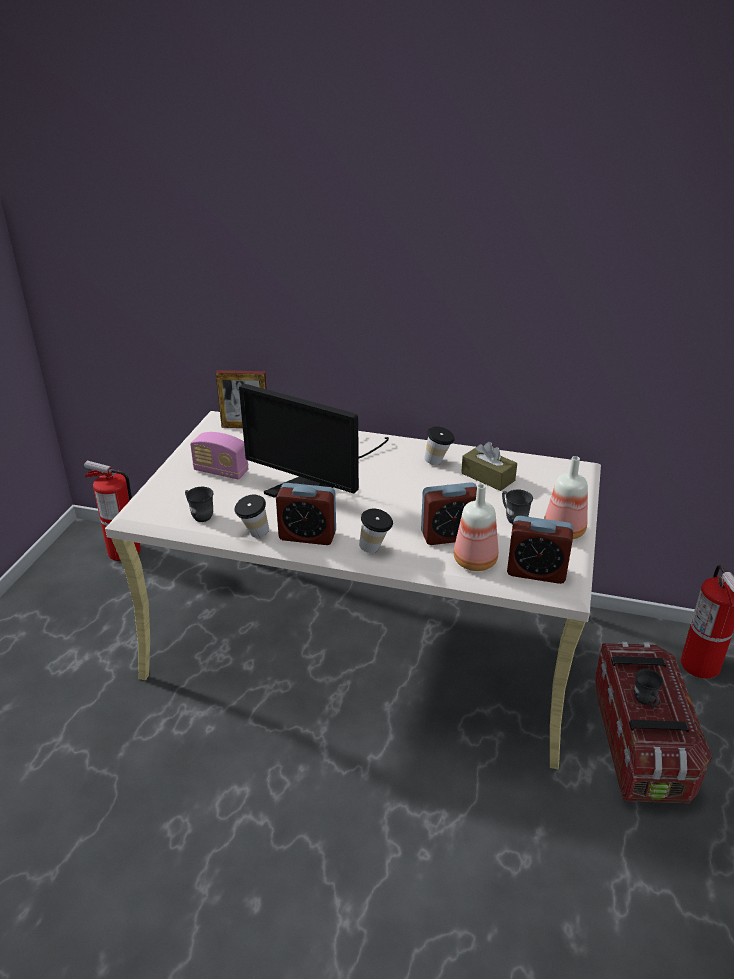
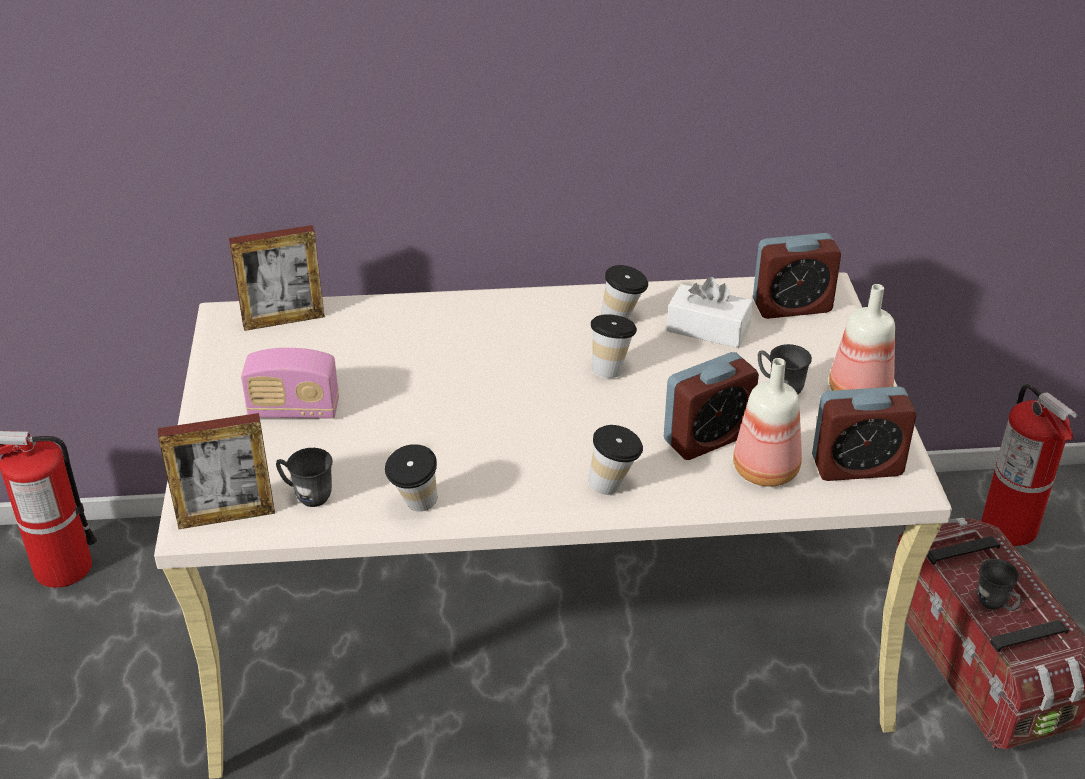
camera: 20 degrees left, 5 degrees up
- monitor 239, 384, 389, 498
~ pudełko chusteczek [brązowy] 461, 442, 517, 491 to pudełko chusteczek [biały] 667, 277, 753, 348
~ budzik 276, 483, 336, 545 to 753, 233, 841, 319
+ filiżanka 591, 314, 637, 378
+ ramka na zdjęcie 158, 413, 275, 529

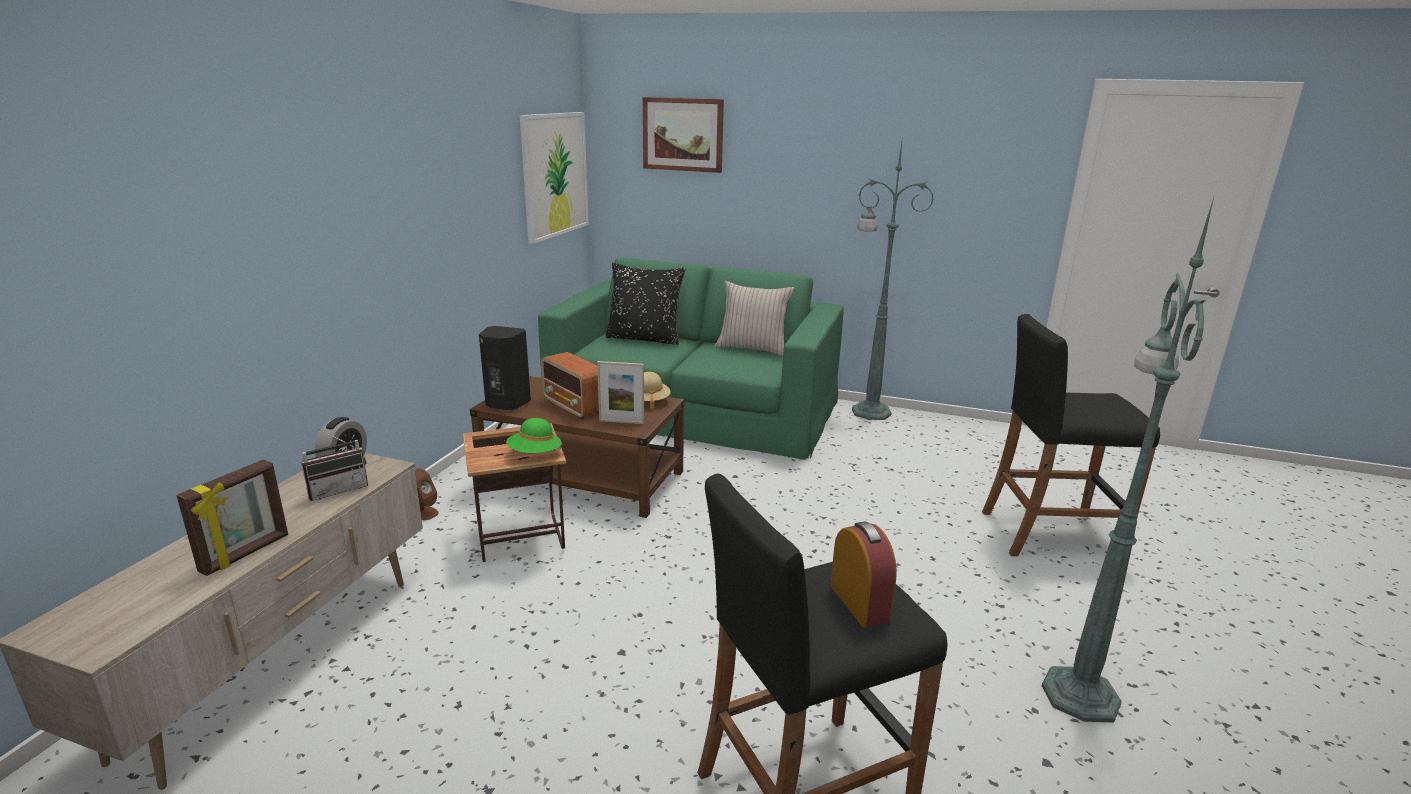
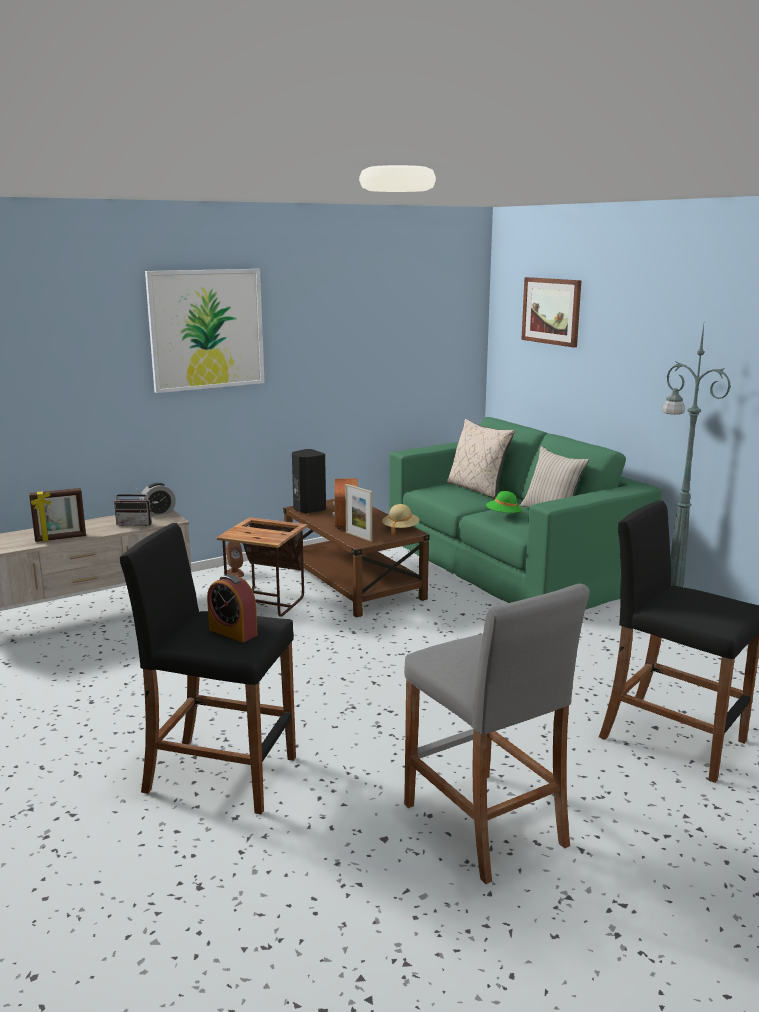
camera: 40 degrees right, 5 degrees down
~ obraz 520, 112, 589, 244 to 145, 269, 265, 393
~ lampa stojąca [zielony] 1042, 197, 1214, 723 to stołek [szary] 404, 584, 590, 884
~ poduszka [czarny] 606, 263, 686, 345 to poduszka [beżowy] 447, 419, 514, 498
~ kapelusz [zielony] 506, 418, 562, 453 to 486, 491, 522, 513
~ budzik 830, 521, 897, 628 = 207, 574, 257, 642 105 degrees clockwise

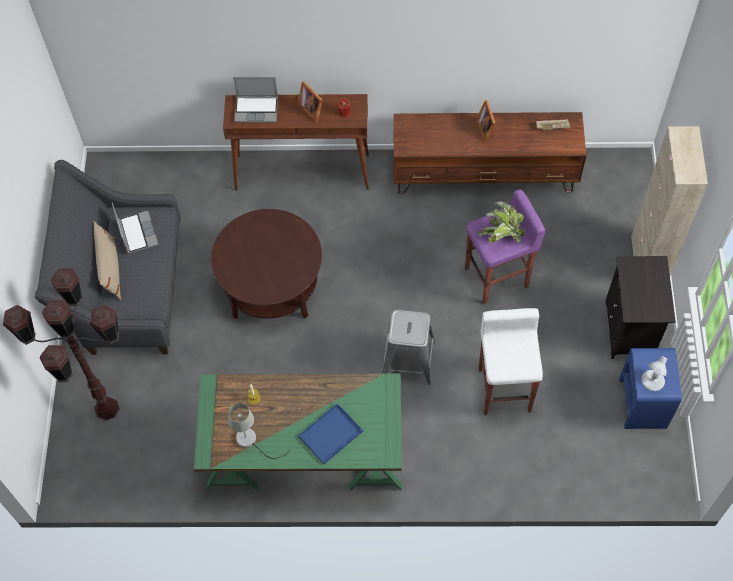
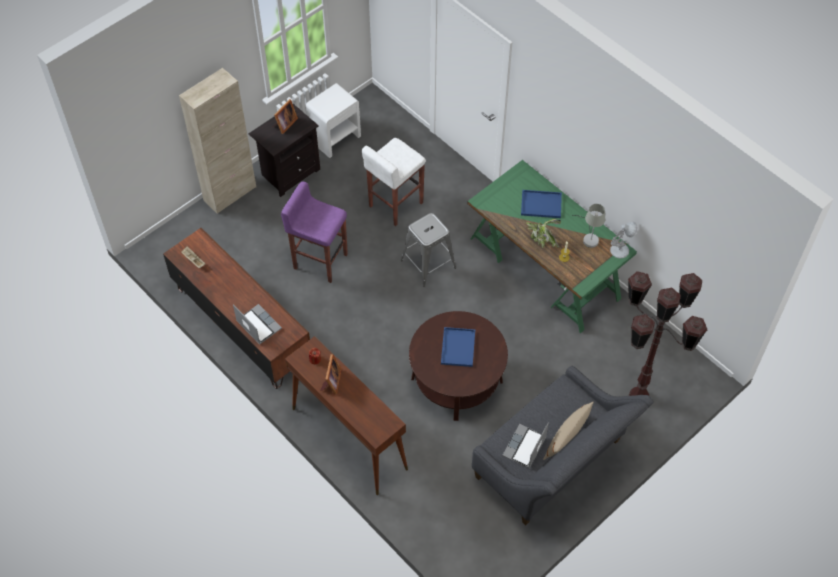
camera: 135 degrees left, 5 degrees down
~ laptop 233, 77, 278, 122 to 233, 304, 282, 345
~ ramka na zdjęcie 476, 100, 496, 142 to 273, 99, 298, 134
~ roślina doniczkowa 477, 202, 525, 243 to 526, 219, 561, 248
~ szafka nocna [niebieski] 619, 348, 682, 429 to szafka nocna [biały] 305, 83, 361, 158
~ lampa stołowa [biały] 641, 356, 667, 391 to 610, 222, 638, 258
+ taca [niebieski] 441, 327, 475, 367

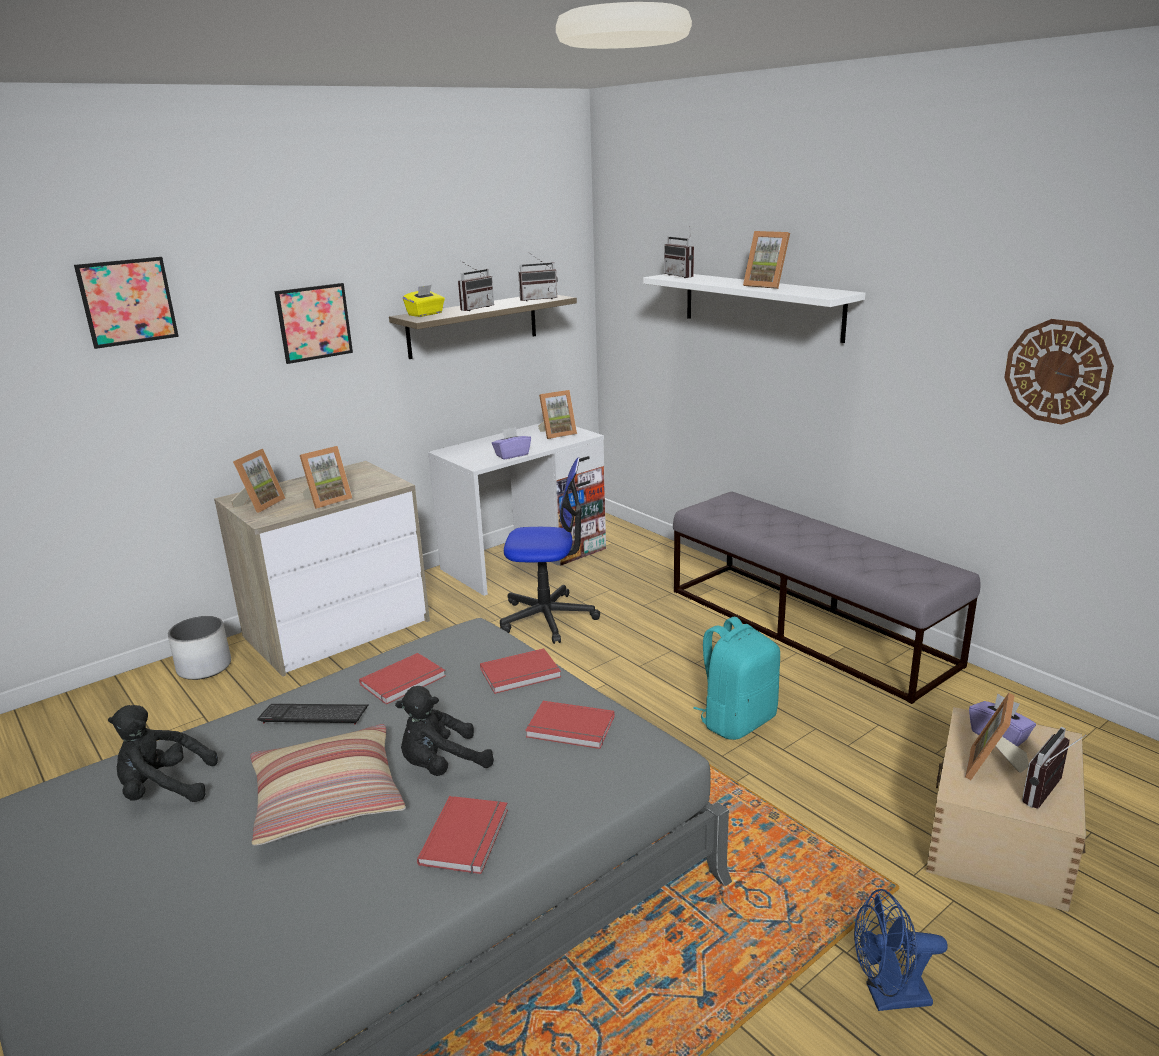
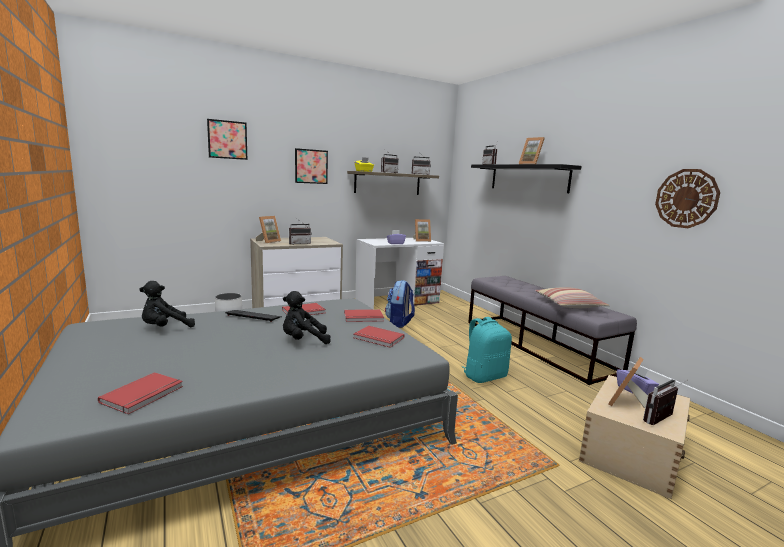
camera: 10 degrees right, 10 degrees down
~ półka [biały] 643, 274, 866, 343 to półka [czarny] 471, 164, 582, 193
~ ramka na zdjęcie 300, 446, 353, 509 to radio 289, 218, 312, 245
~ krzesło biurowe 500, 457, 600, 644 to plecak 385, 280, 415, 328
~ pluszak [czarny] 108, 705, 218, 802 = 139, 281, 195, 327 45 degrees counterclockwise
~ poduszka 250, 724, 406, 846 to 535, 287, 610, 308
~ książka [czerwony] 417, 796, 508, 874 to 98, 372, 183, 414
- wentylator [niebieski] 854, 889, 948, 1011

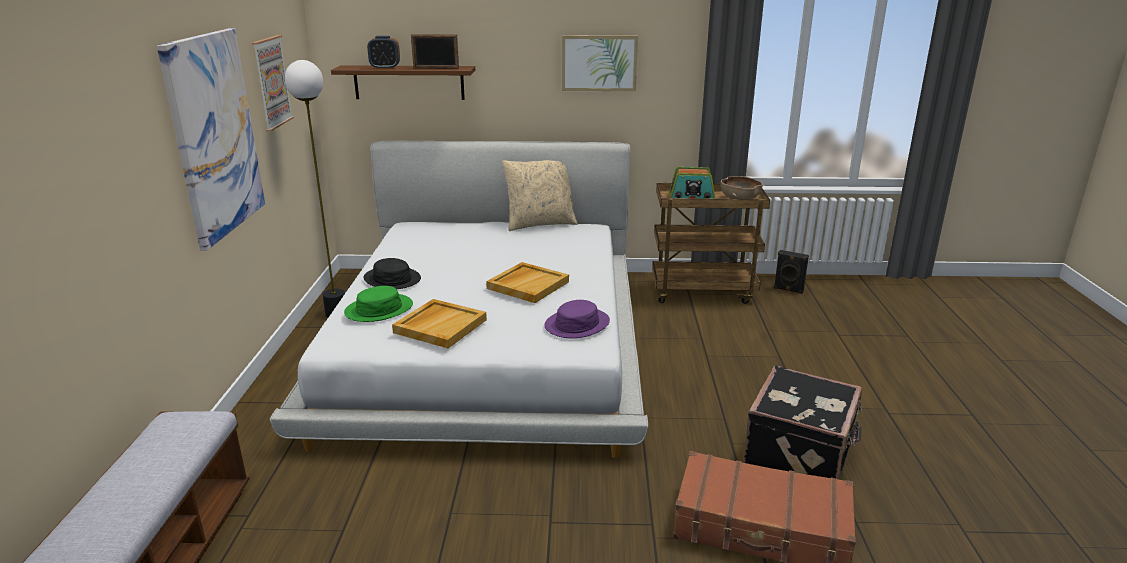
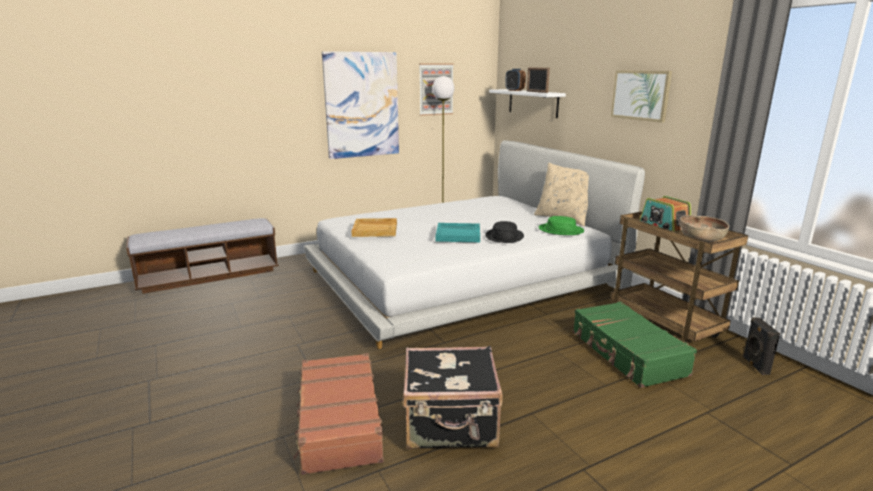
camera: 60 degrees right, 5 degrees down
~ półka [brązowy] 331, 65, 475, 100 to półka [biały] 489, 89, 566, 118
~ kapelusz [czarny] 363, 258, 421, 289 to 485, 221, 524, 243
~ taca [beżowy] 486, 262, 569, 303 to taca [turkusowy] 435, 223, 480, 242
~ kapelusz [zielony] 344, 286, 413, 322 to 539, 216, 584, 235
- kapelusz [fioletowy] 544, 300, 610, 338
+ walizka [zielony] 573, 302, 697, 388

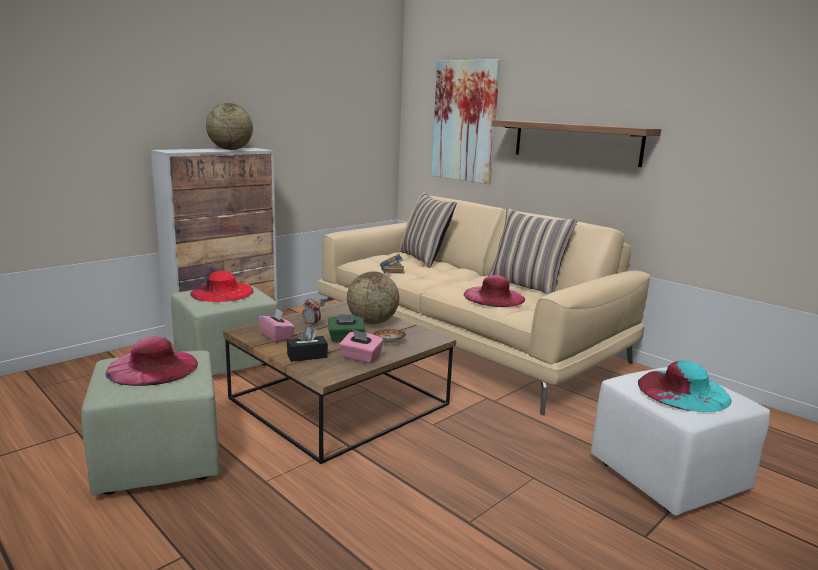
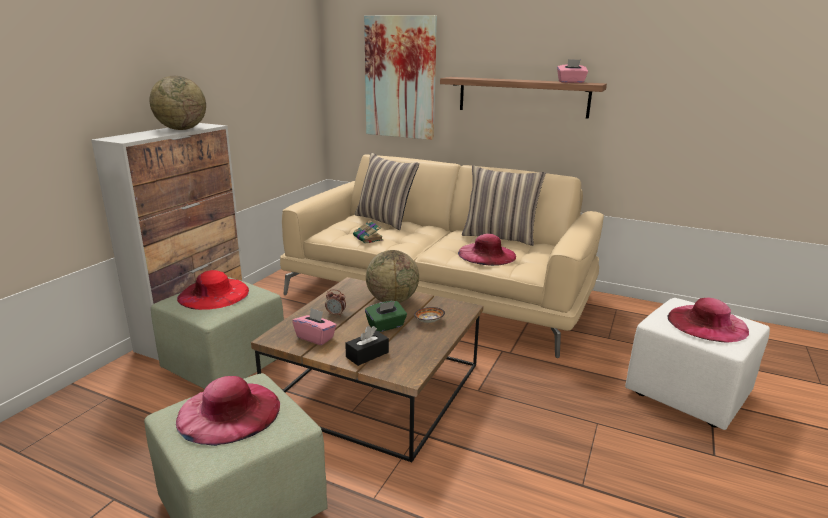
camera: 20 degrees left, 5 degrees up
~ pudełko chusteczek [różowy] 339, 329, 383, 363 to 557, 59, 588, 83
~ kapelusz [turkusowy] 638, 361, 731, 412 to kapelusz [różowy] 667, 298, 749, 342

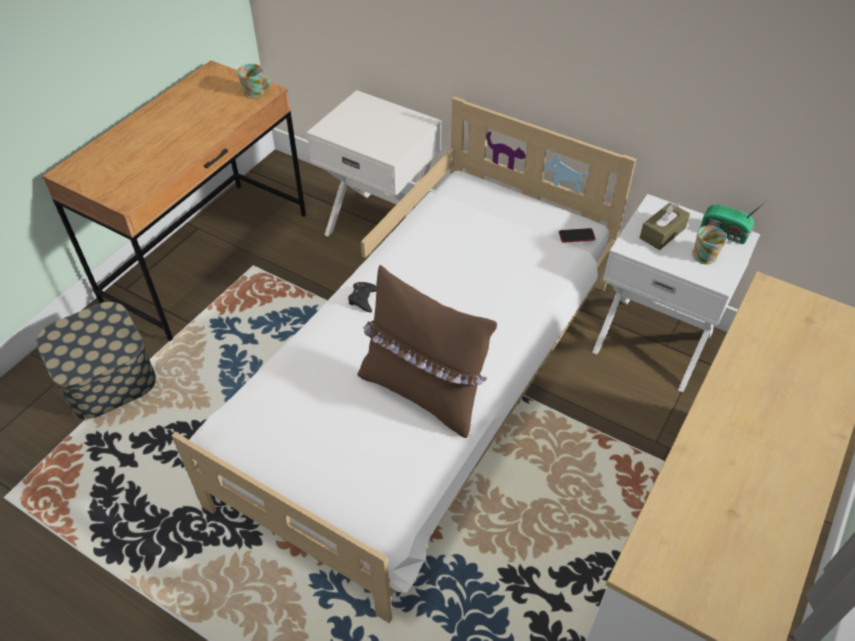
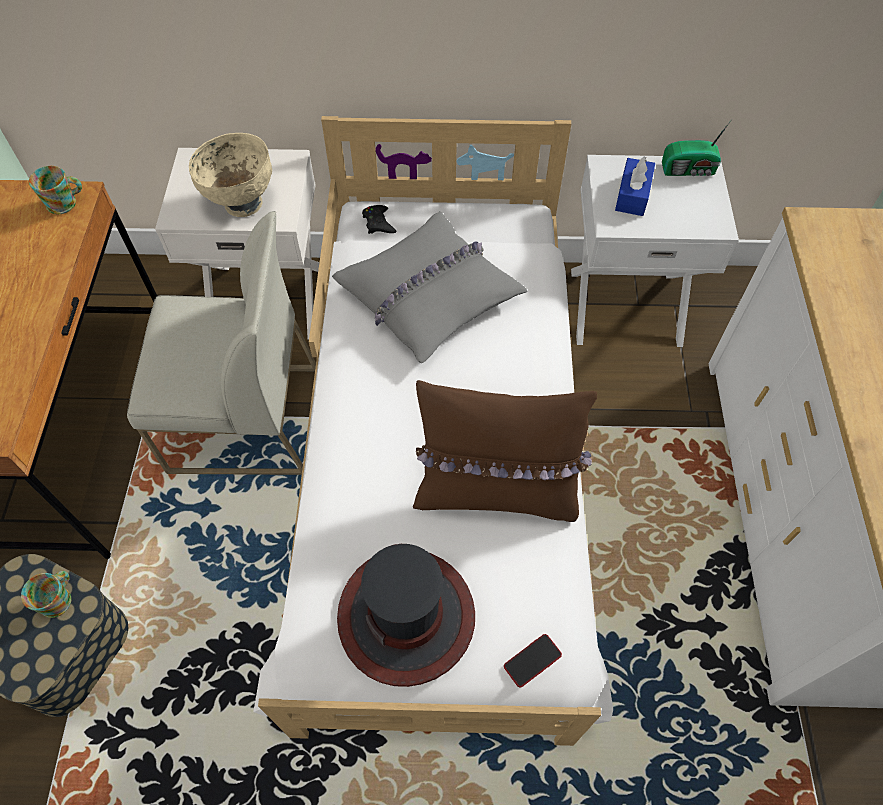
camera: 30 degrees left, 10 degrees up
~ pudełko chusteczek [brązowy] 640, 202, 690, 250 to pudełko chusteczek [niebieski] 615, 157, 655, 216
~ kubek 692, 226, 727, 264 to 21, 571, 71, 618
~ telefon 559, 228, 596, 243 to 504, 634, 562, 687
~ pad do gier [czarny] 348, 282, 376, 312 to 362, 205, 396, 234
+ miska [beżowy] 189, 133, 272, 217
+ krzesło [biały] 127, 211, 316, 475
+ poduszka [szary] 332, 211, 528, 363
+ kapelusz 337, 544, 475, 687

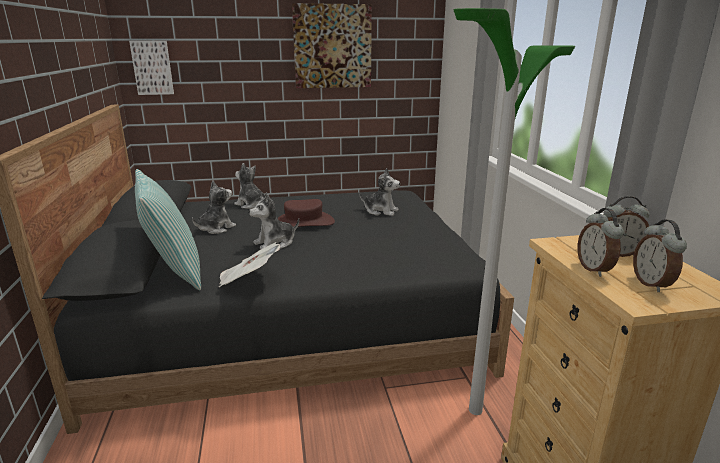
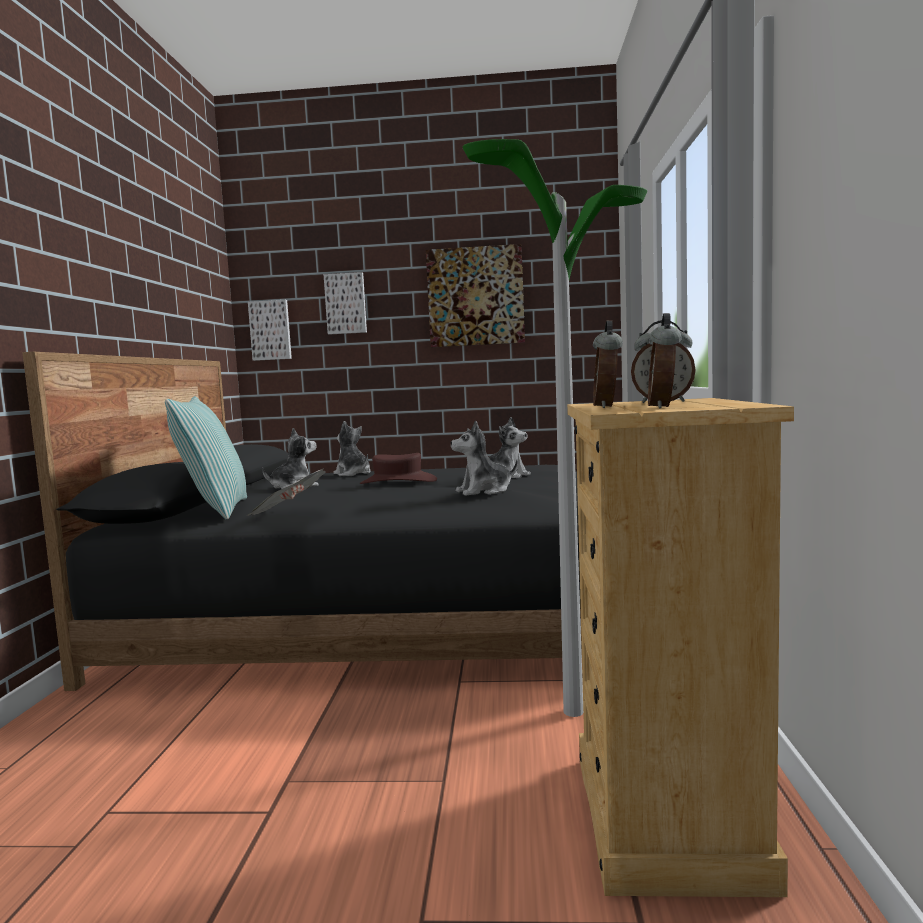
camera: 15 degrees right, 15 degrees down
~ pluszak 249, 194, 299, 249 to 451, 420, 518, 496
+ obraz 323, 272, 367, 335

